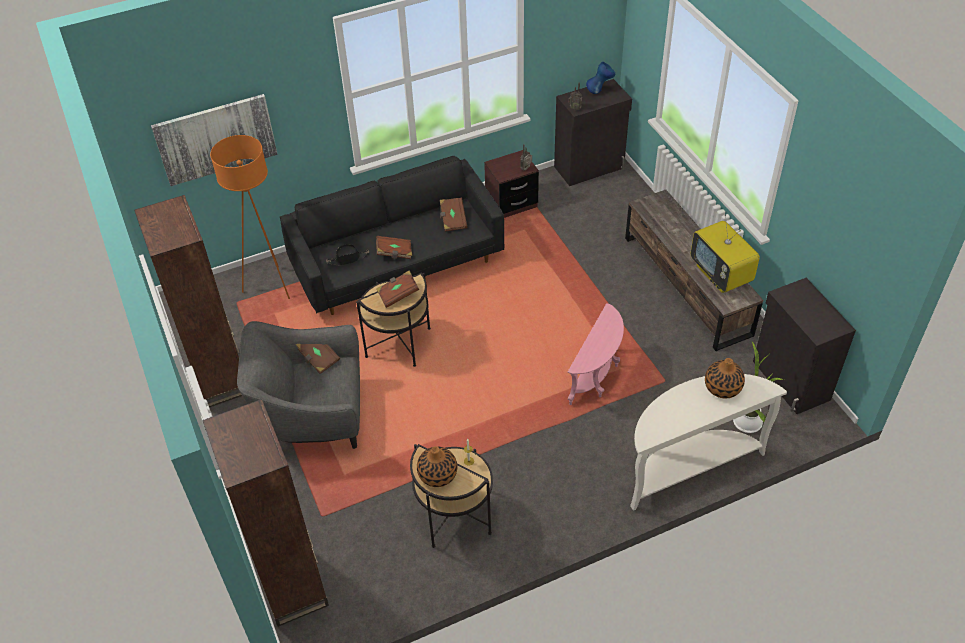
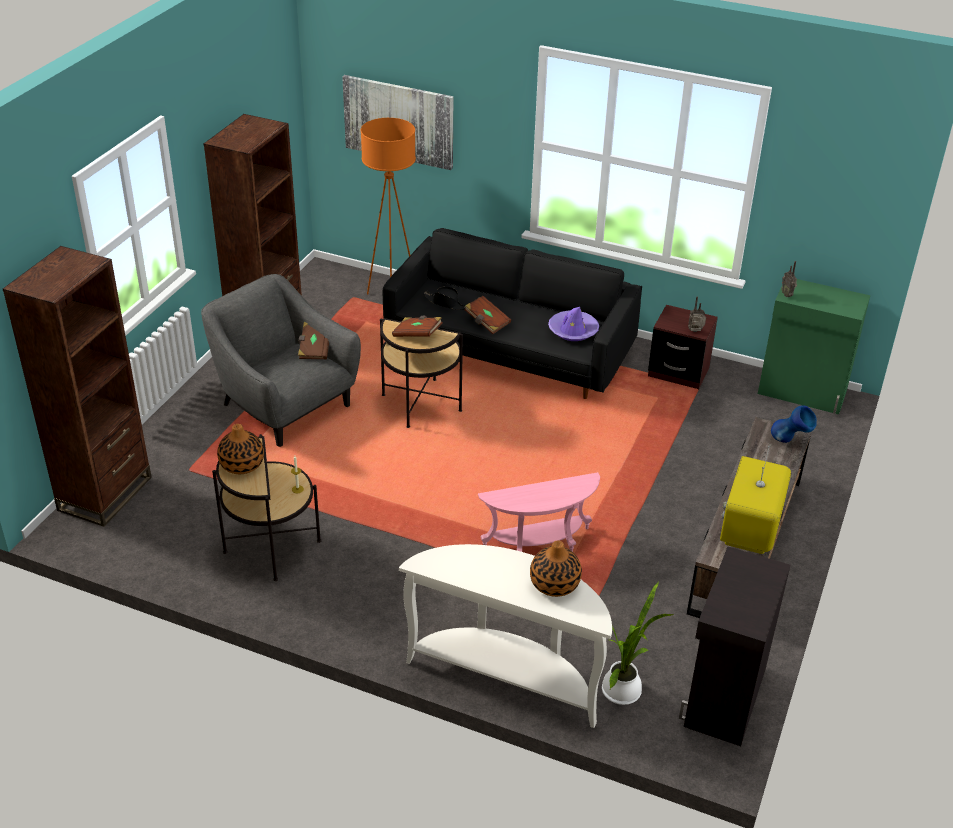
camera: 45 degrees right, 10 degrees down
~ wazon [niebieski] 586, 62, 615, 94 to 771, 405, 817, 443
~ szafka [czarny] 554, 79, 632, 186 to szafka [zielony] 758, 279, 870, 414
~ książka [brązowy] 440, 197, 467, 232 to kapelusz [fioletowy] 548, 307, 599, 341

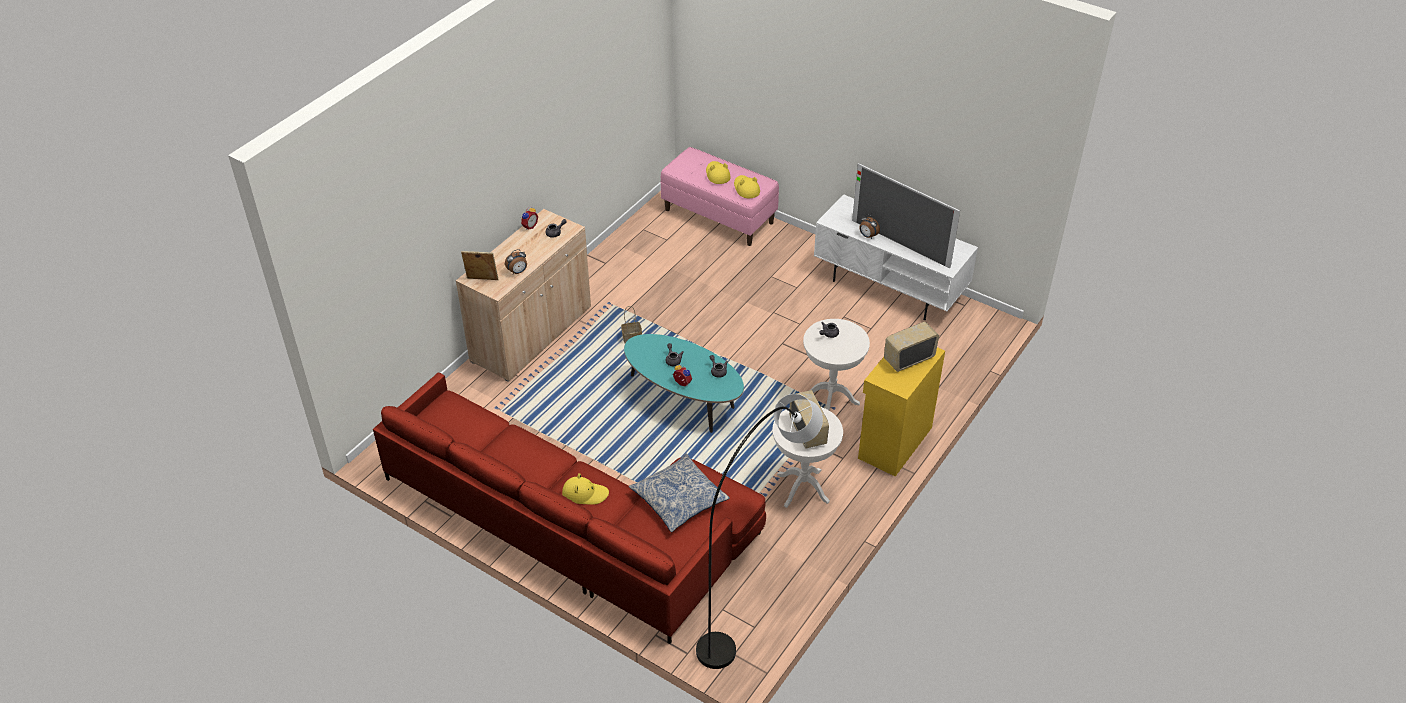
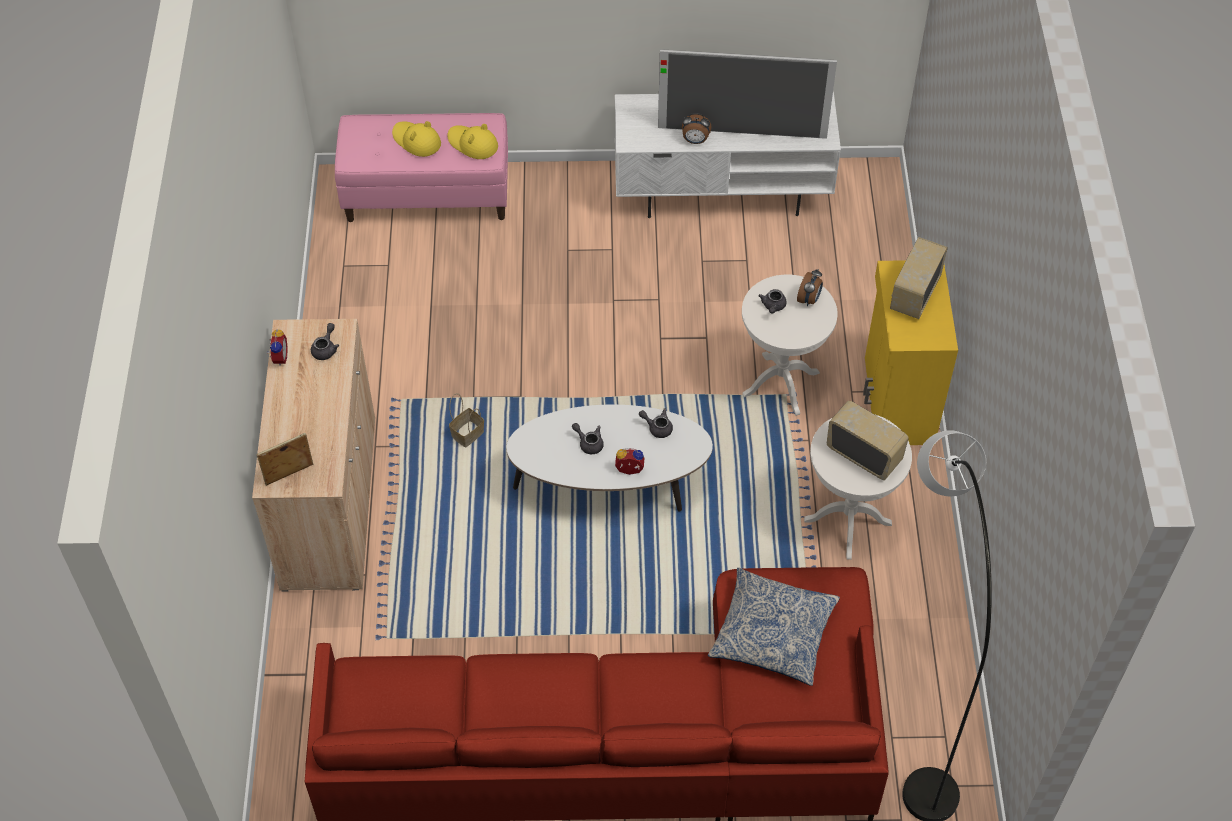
camera: 35 degrees left, 10 degrees up
~ budzik 505, 249, 527, 274 to 797, 269, 823, 306
~ ława [turkusowy] 624, 334, 744, 433 to ława [biały] 506, 405, 713, 512
- kapelusz [żółty] 562, 473, 609, 505

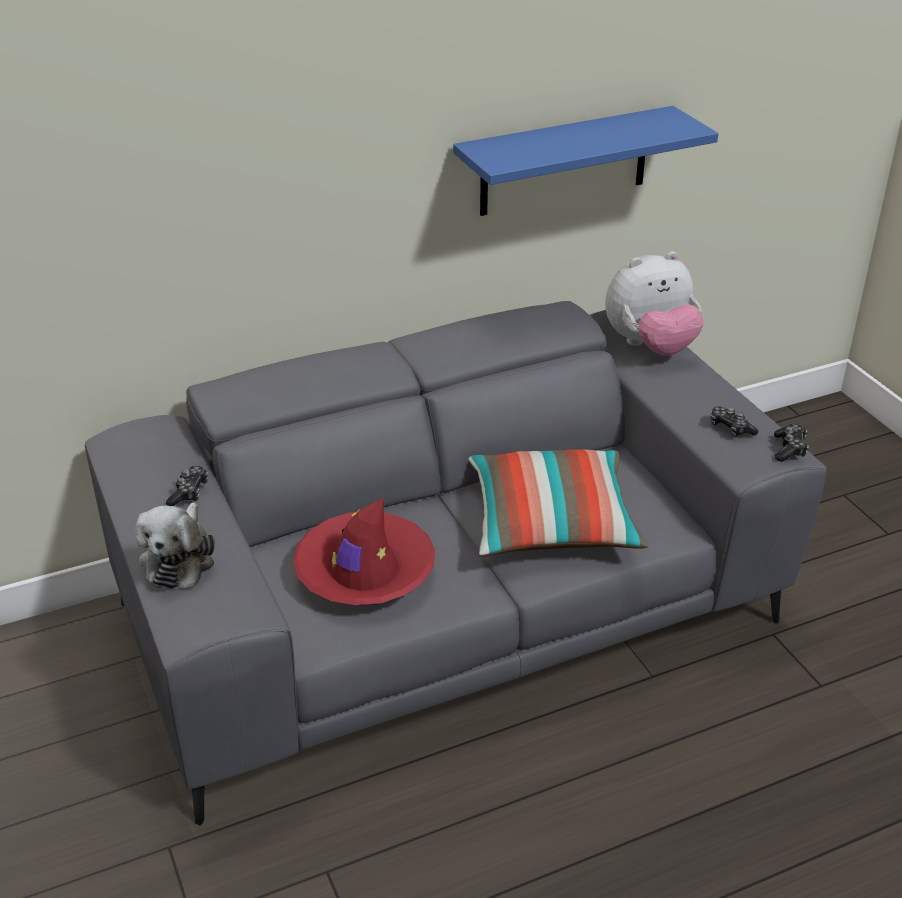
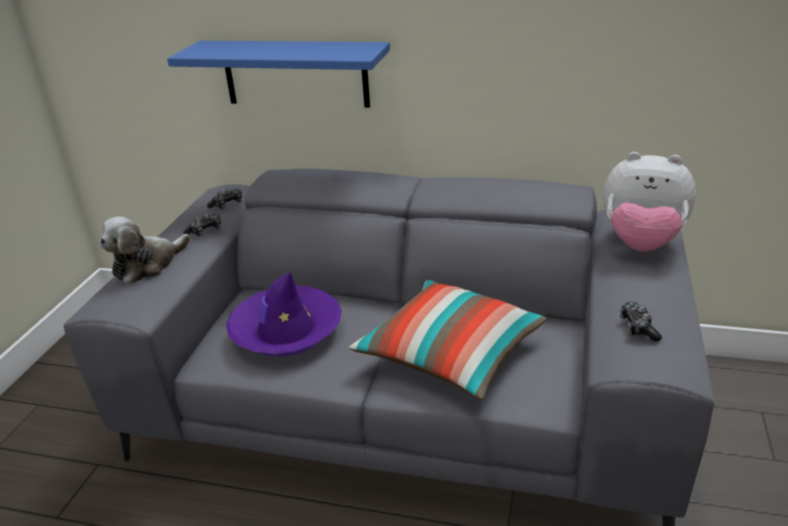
camera: 40 degrees right, 5 degrees down
~ półka [niebieski] 453, 106, 718, 216 to 167, 41, 390, 108
~ pad do gier 774, 424, 809, 462 to 207, 188, 242, 209
~ kapelusz [czerwony] 293, 498, 435, 606 to kapelusz [fioletowy] 226, 272, 342, 356

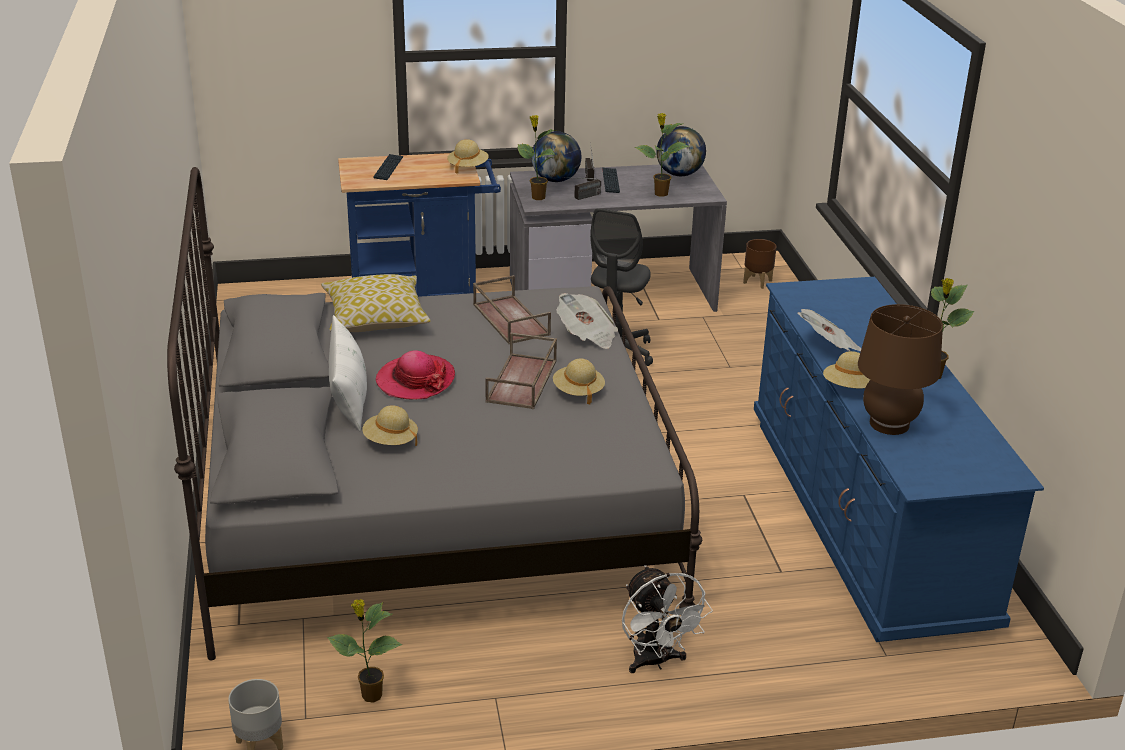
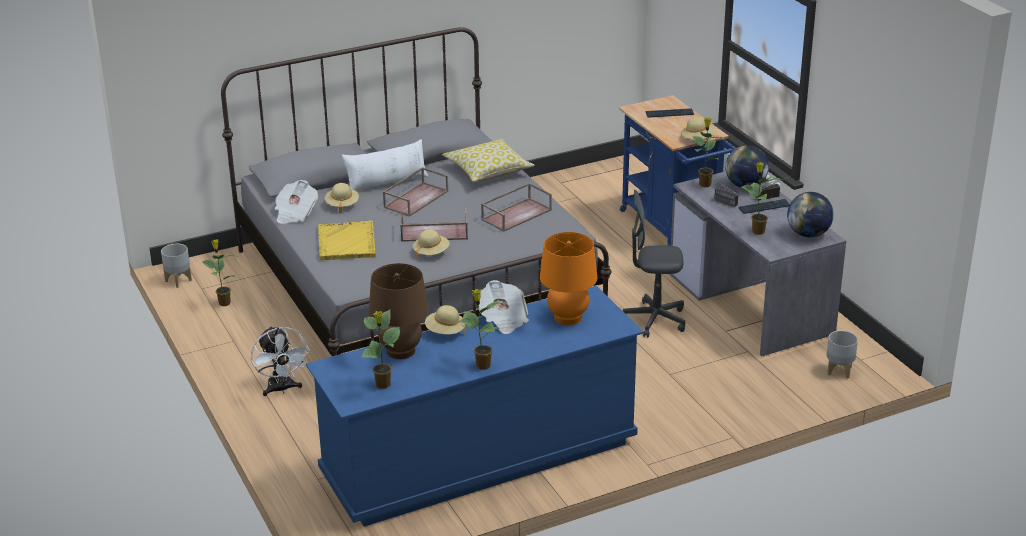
camera: 75 degrees right, 0 degrees up
~ donica [brązowy] 743, 239, 776, 289 to donica [szary] 827, 330, 858, 379
~ gazeta 556, 293, 618, 349 to 275, 180, 318, 224
~ kapelusz 376, 350, 455, 400 to taca [brązowy] 383, 167, 449, 217
~ wentylator [biały] 622, 565, 713, 673 = 251, 326, 310, 396 75 degrees counterclockwise
+ taca [żółty] 318, 221, 376, 260
+ lampa stołowa [pomarańczowy] 540, 232, 597, 325
+ roślina doniczkowa 361, 310, 400, 389

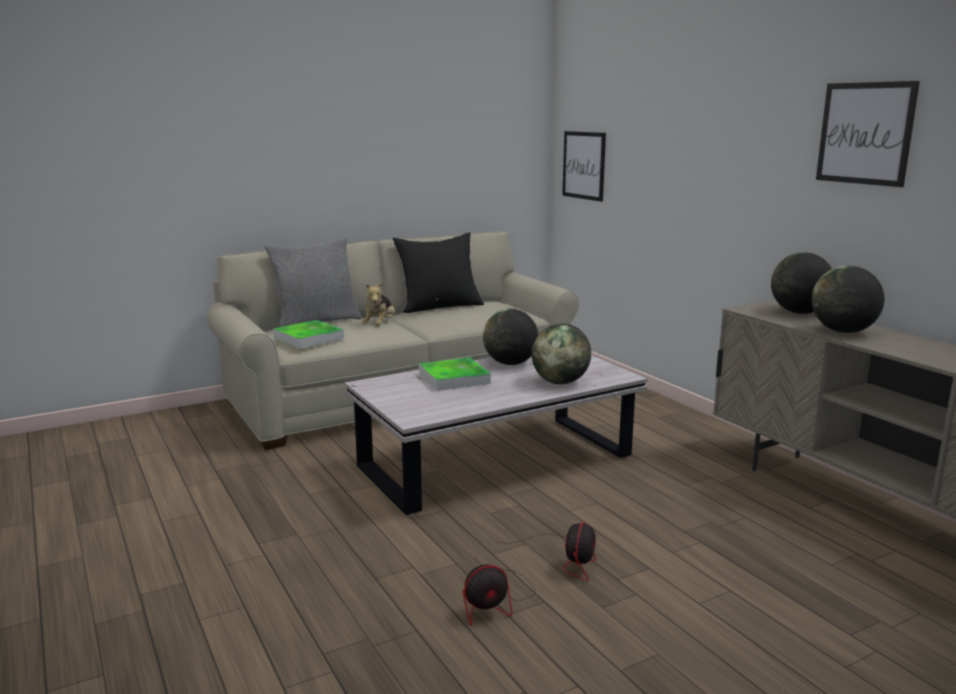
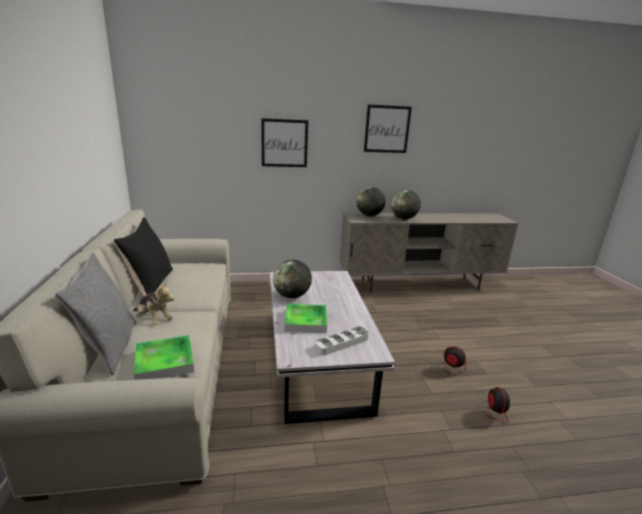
camera: 70 degrees left, 5 degrees up
~ obraz 562, 131, 606, 202 to 261, 118, 308, 167
- globus 532, 323, 591, 384
+ taca [szary] 315, 326, 369, 355

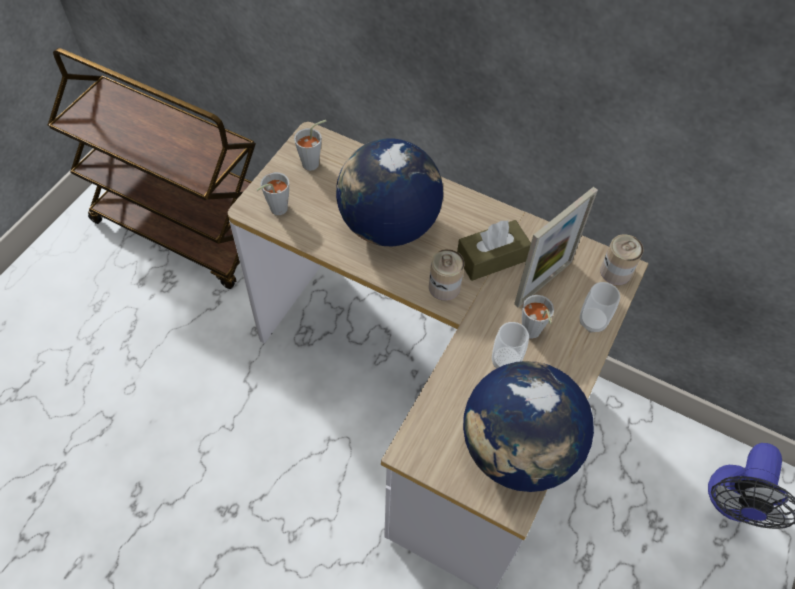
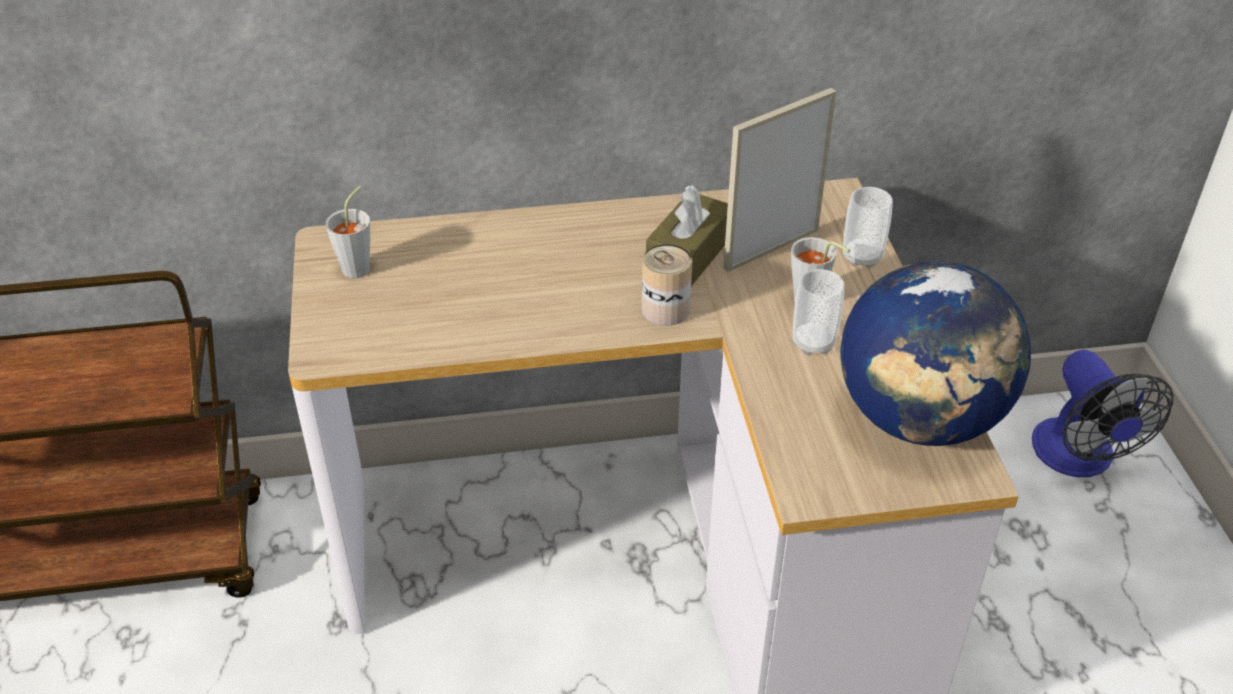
camera: 35 degrees left, 15 degrees down
- globus 336, 138, 443, 246
- filiżanka [szary] 256, 172, 289, 215
~ ramka na zdjęcie 514, 187, 598, 307 = 723, 88, 836, 272 135 degrees counterclockwise
- puszka 600, 234, 643, 285

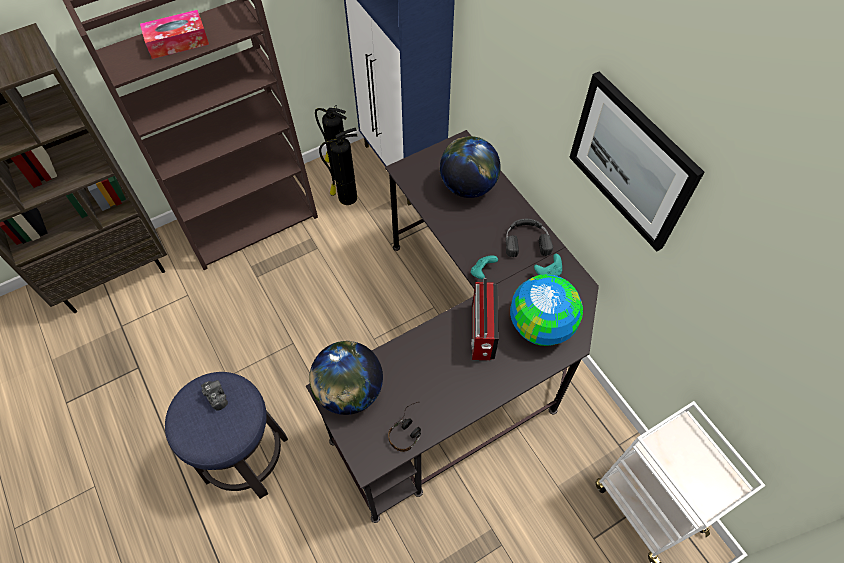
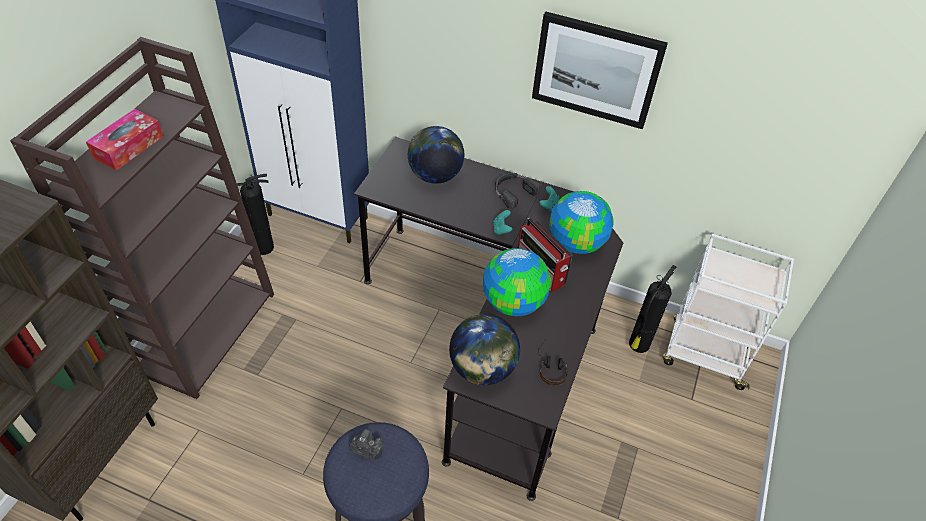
camera: 40 degrees left, 10 degrees down
~ gaśnica 319, 128, 357, 205 to 629, 265, 676, 353
+ globus 483, 248, 551, 316

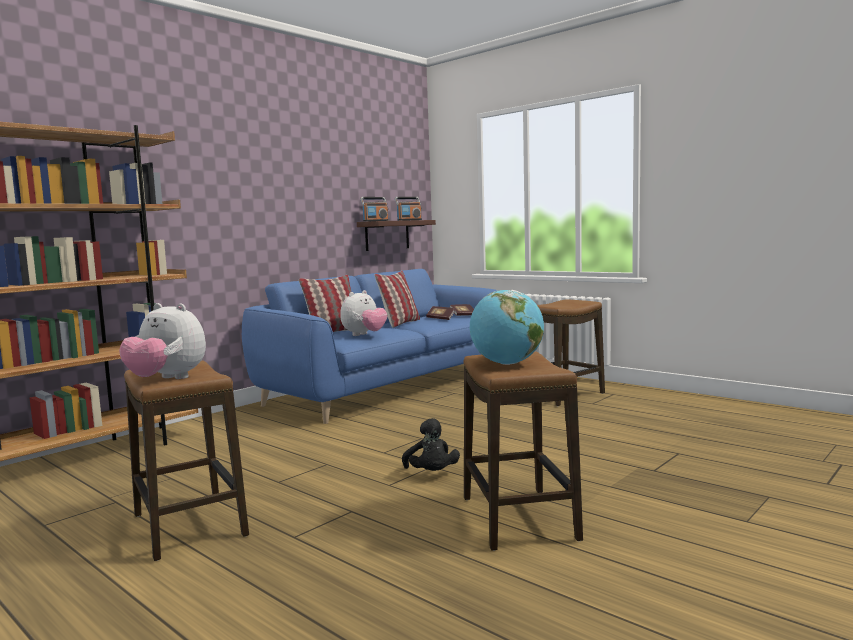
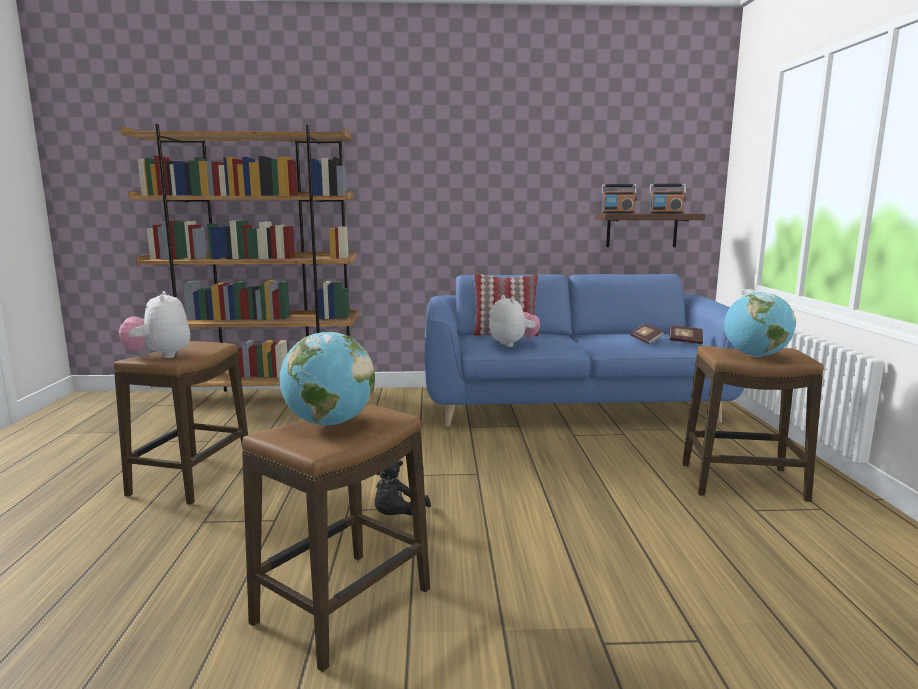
camera: 45 degrees right, 5 degrees up
- poduszka 374, 271, 420, 328
~ pluszak 340, 290, 387, 336 = 490, 295, 540, 347 105 degrees counterclockwise
+ globus 724, 292, 796, 357

